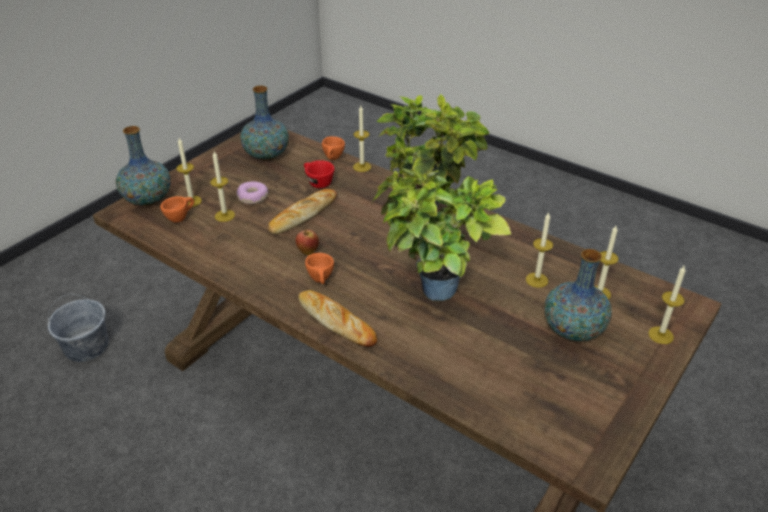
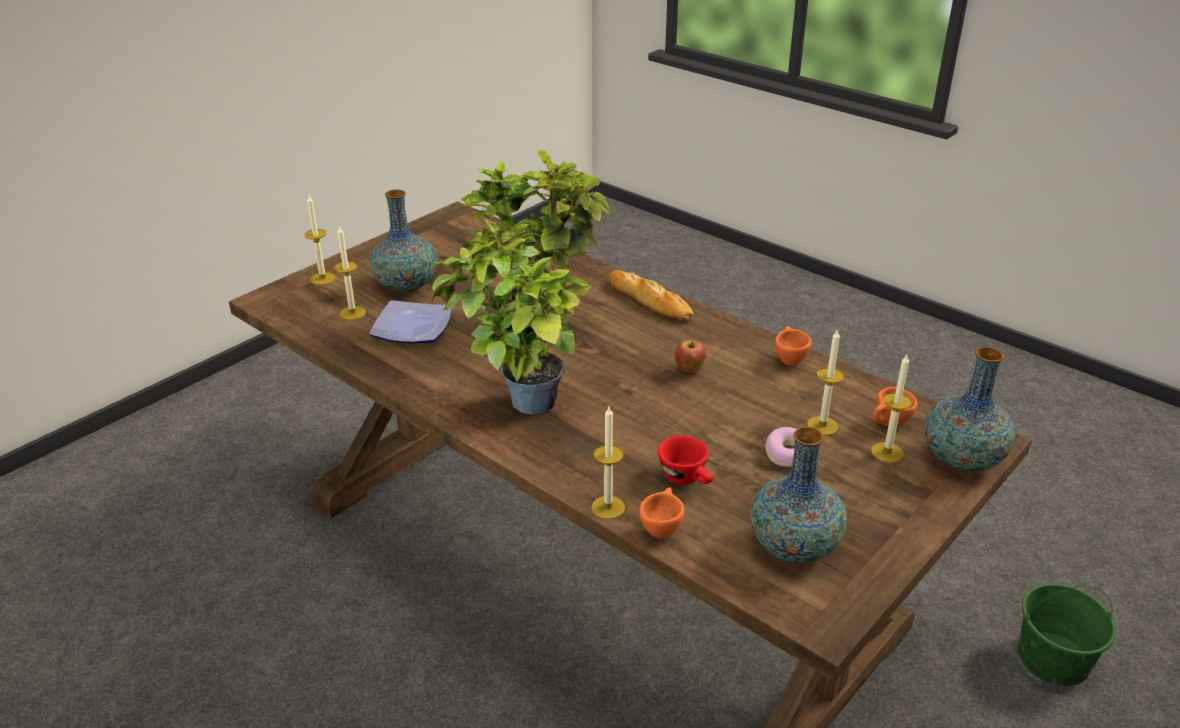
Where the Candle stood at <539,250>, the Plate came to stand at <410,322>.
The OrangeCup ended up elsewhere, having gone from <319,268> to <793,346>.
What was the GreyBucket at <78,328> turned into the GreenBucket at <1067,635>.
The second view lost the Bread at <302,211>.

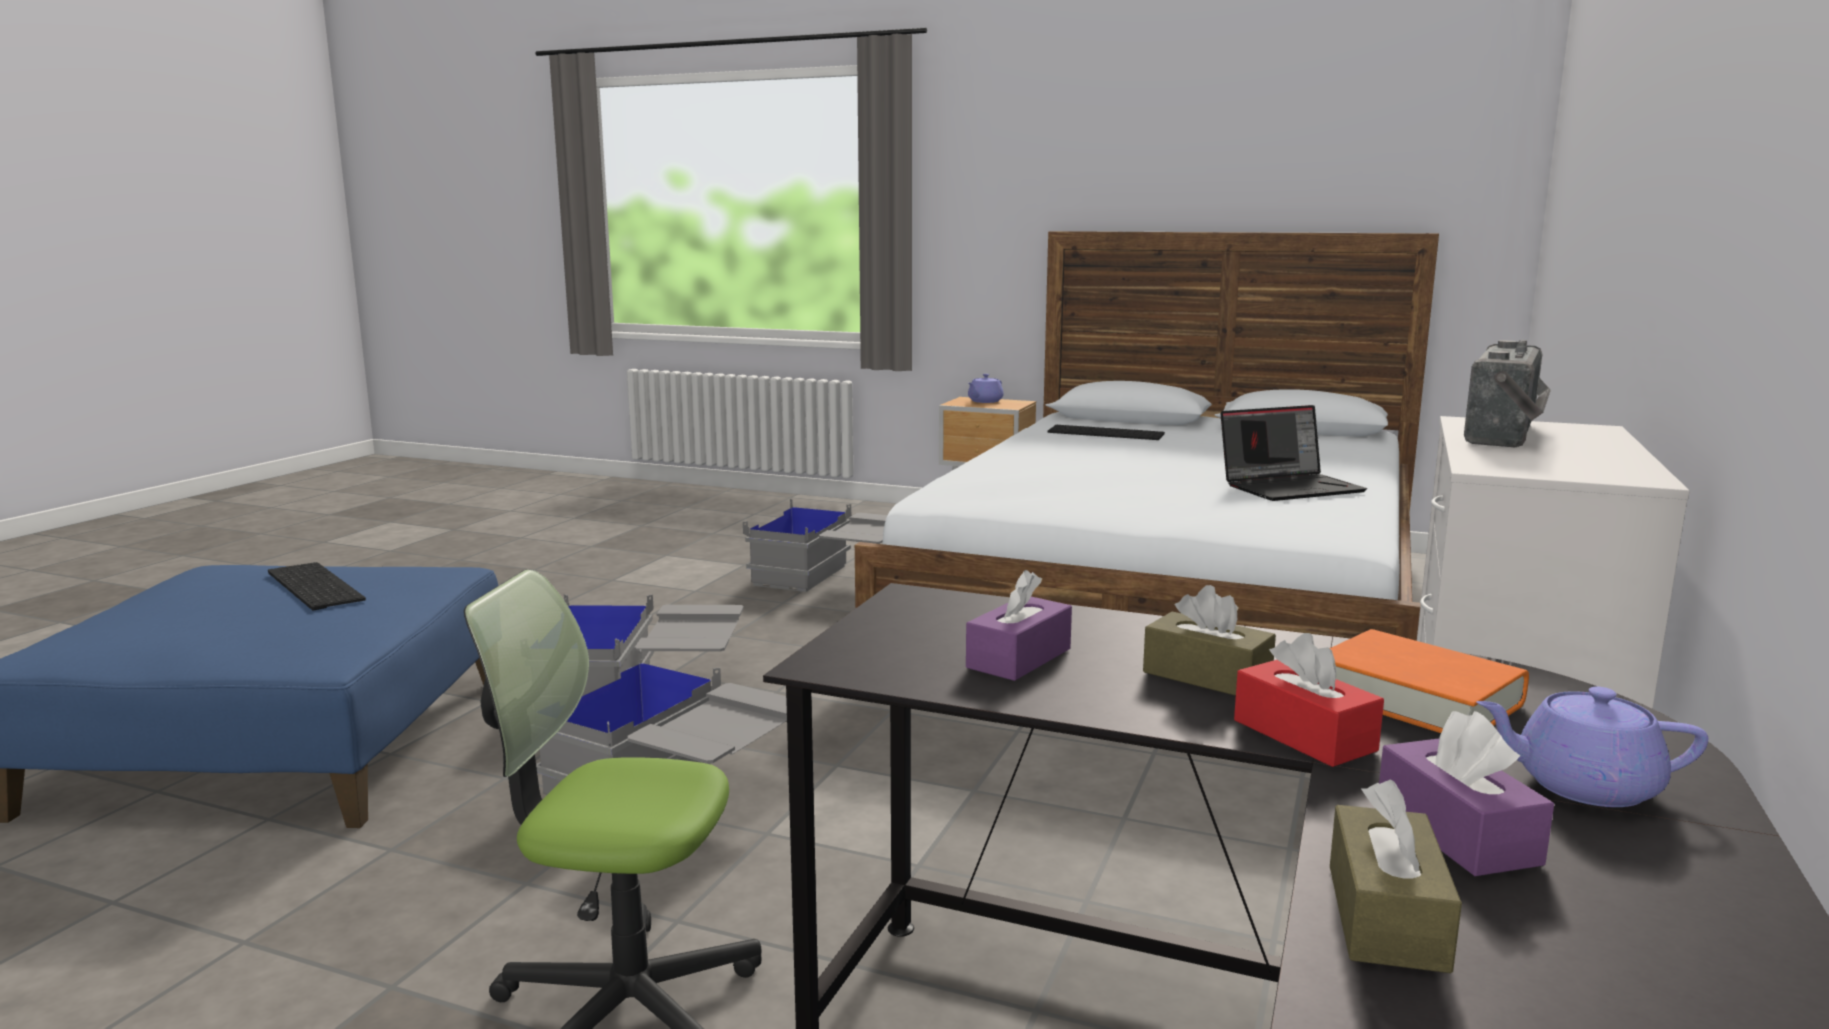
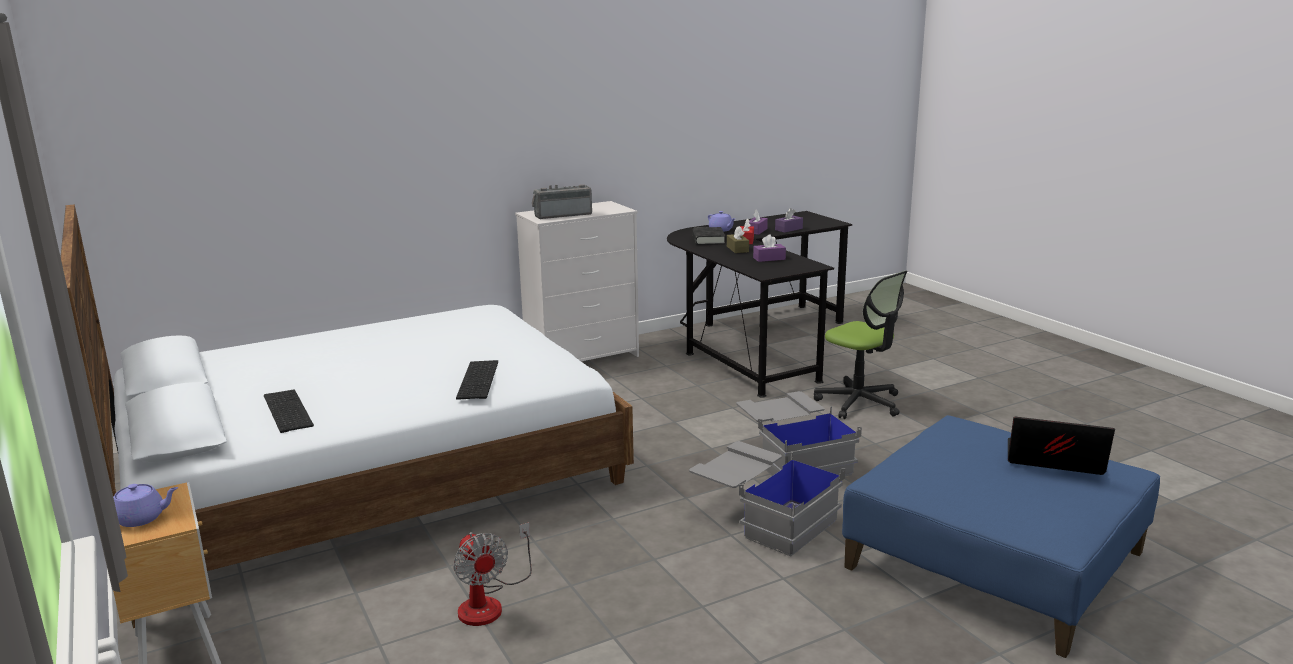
Where the GreyStorageBox stood at <815,545>, the Fan came to stand at <492,574>.
The Keyboard ended up elsewhere, having gone from <317,586> to <477,380>.
What was the OrangeBook at <1429,681> turned into the BlackBook at <708,236>.
What was the BrownTissueBox at <1396,876> turned into the PurpleTissueBox at <789,220>.
The Laptop ended up elsewhere, having gone from <1294,453> to <1061,446>.

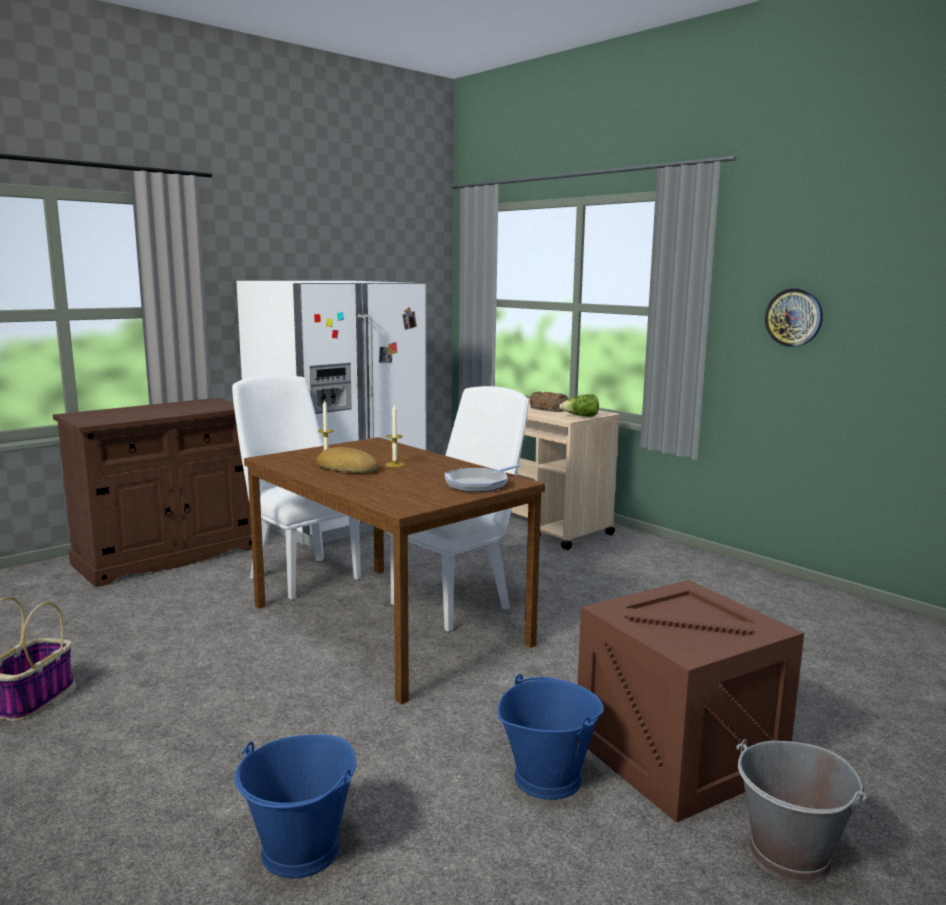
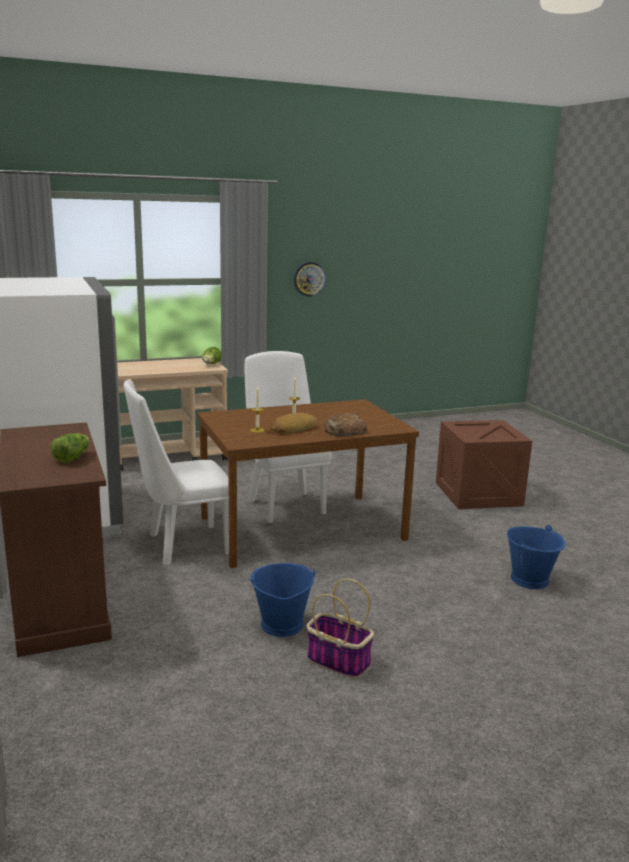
The second view gained the Lettuce at <69,448>.
The BlueBucket ended up elsewhere, having gone from <551,737> to <282,600>.
The Bread ended up elsewhere, having gone from <549,401> to <345,425>.
The second view lost the FryingPan at <483,478>.
The second view lost the GreyBucket at <801,812>.

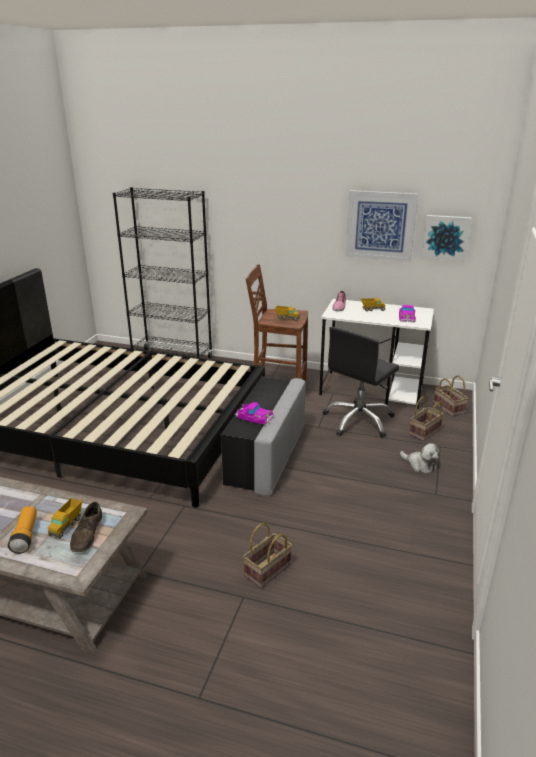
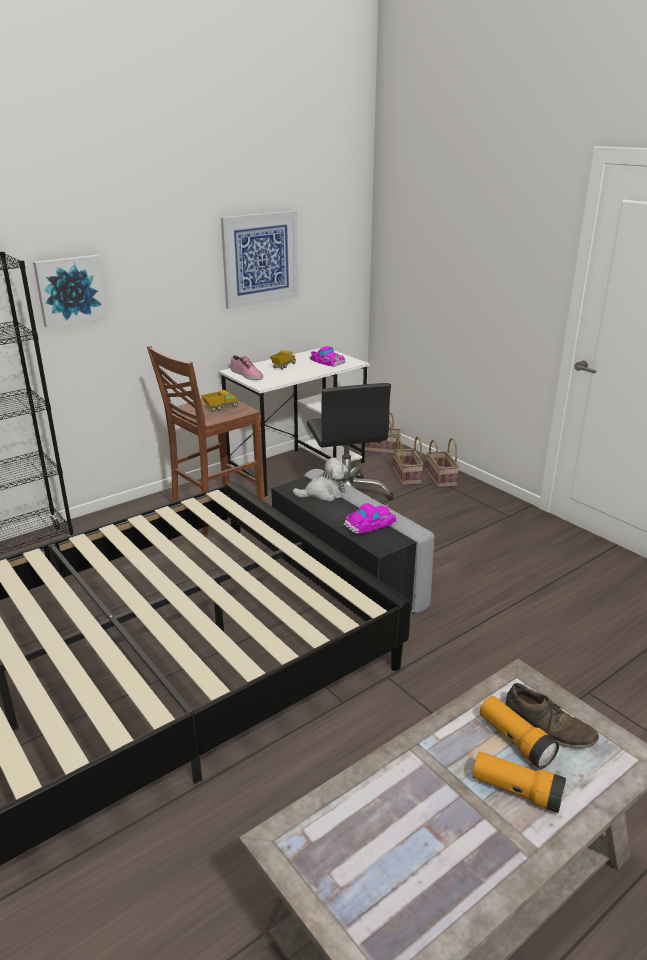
The Picture ended up elsewhere, having gone from <447,238> to <70,291>.
The PlushToy ended up elsewhere, having gone from <420,458> to <320,479>.
The Basket ended up elsewhere, having gone from <267,555> to <442,463>.
Where the ToyTruck stood at <65,518>, the Flashlight came to stand at <519,732>.

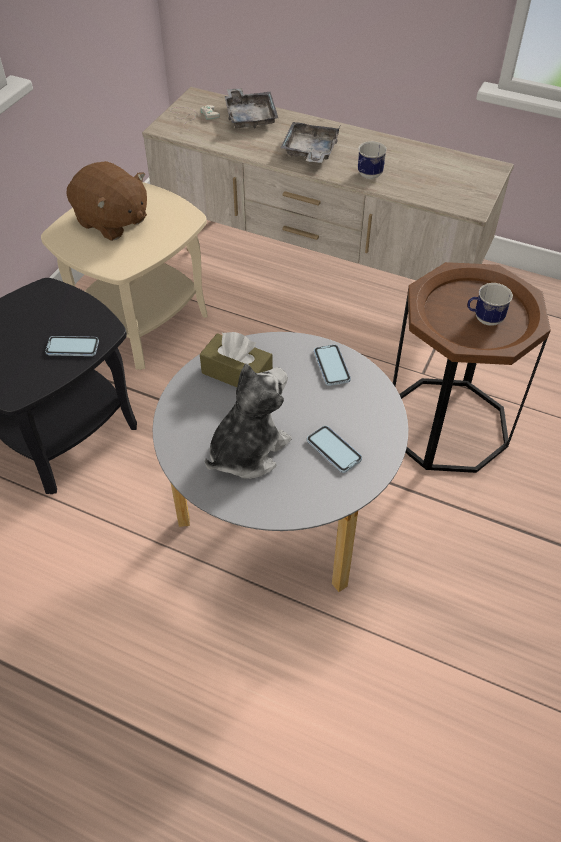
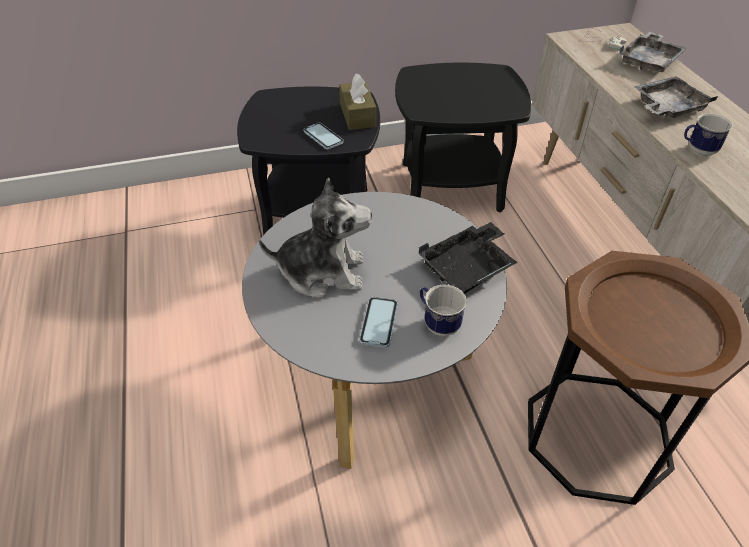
The BrownTissueBox ended up elsewhere, having gone from <236,359> to <357,102>.
What was the BeigeSideTable at <124,276> turned into the BlackSideTable at <463,138>.
Where the Phone stood at <332,365>, the BlackTray came to stand at <468,258>.
The Mug ended up elsewhere, having gone from <490,304> to <443,310>.
The second view lost the BrownPlushToy at <107,201>.

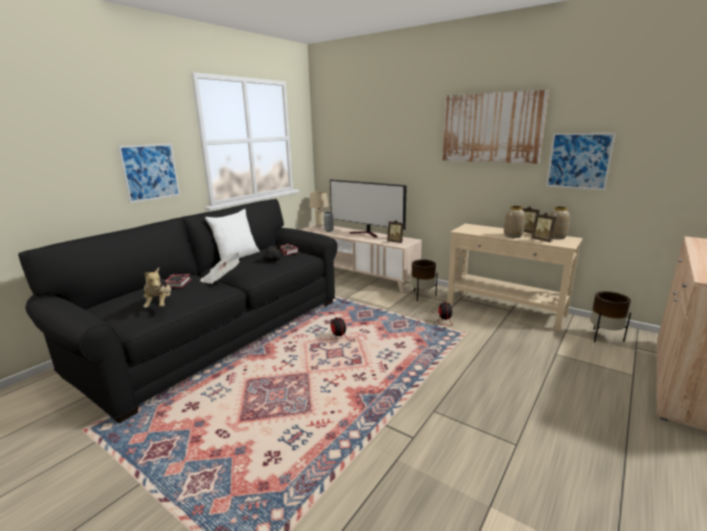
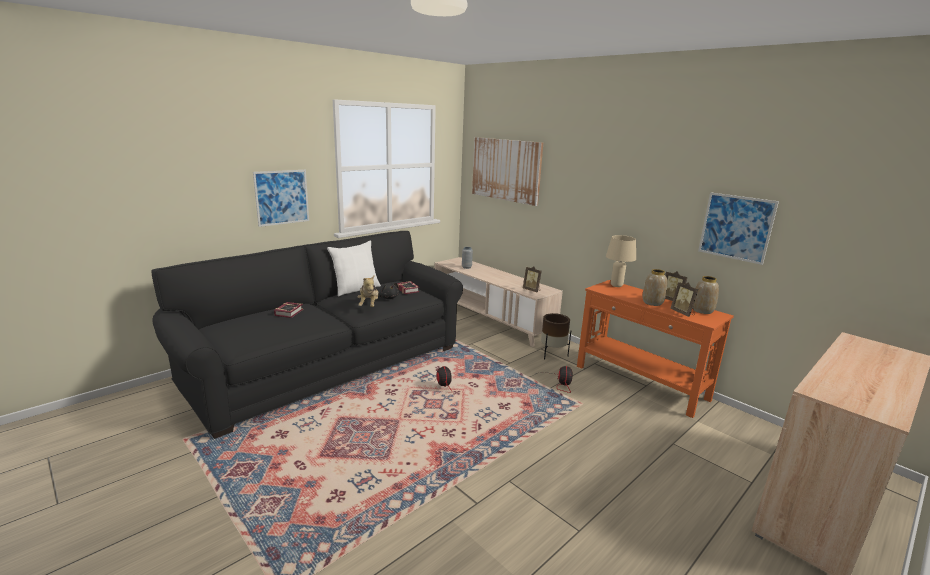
The PlushToy ended up elsewhere, having gone from <157,288> to <368,291>.
The Picture ended up elsewhere, having gone from <496,127> to <507,171>.
What was the BeigeConsoleTable at <514,277> turned into the OrangeConsoleTable at <655,349>.
The BeigeTableLamp ended up elsewhere, having gone from <319,208> to <621,261>.
The second view lost the Newspaper at <220,268>.
The second view lost the Television at <368,209>.
The second view lost the BrownPlanter at <610,316>.

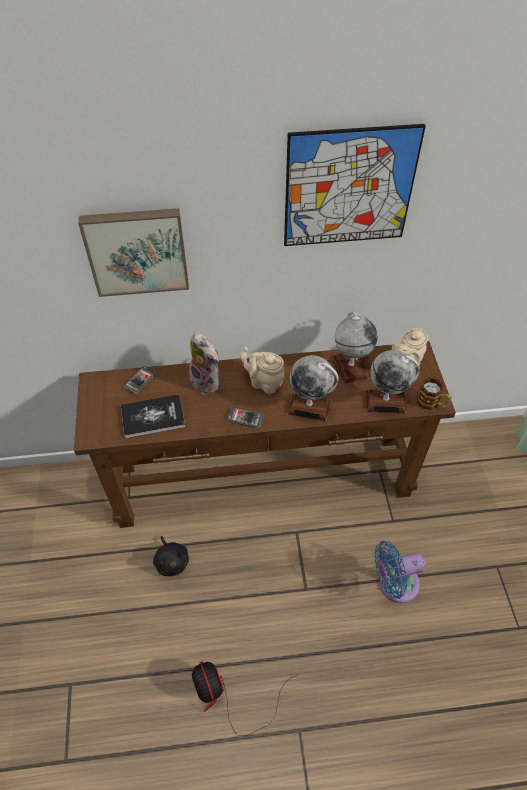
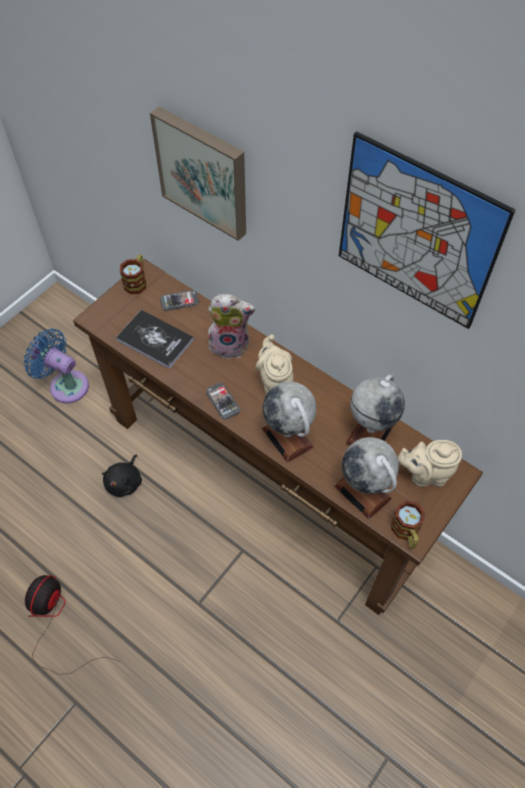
The BlueFan ended up elsewhere, having gone from <400,572> to <56,366>.
The second view gained the Mug at <133,274>.
The PlushToy at <204,363> ended up facing another way, 90 degrees counterclockwise from before.

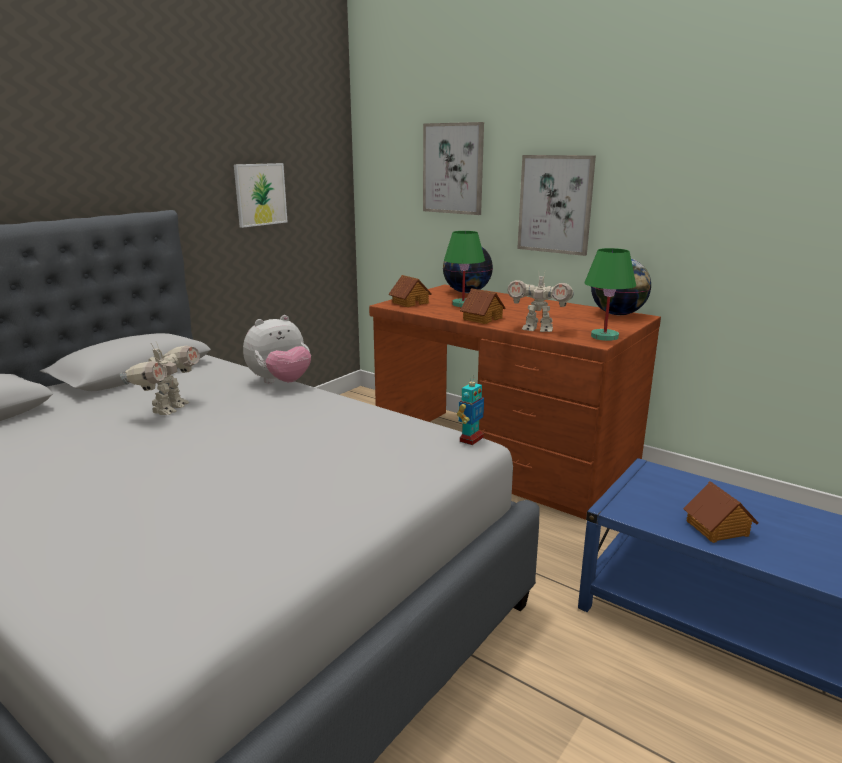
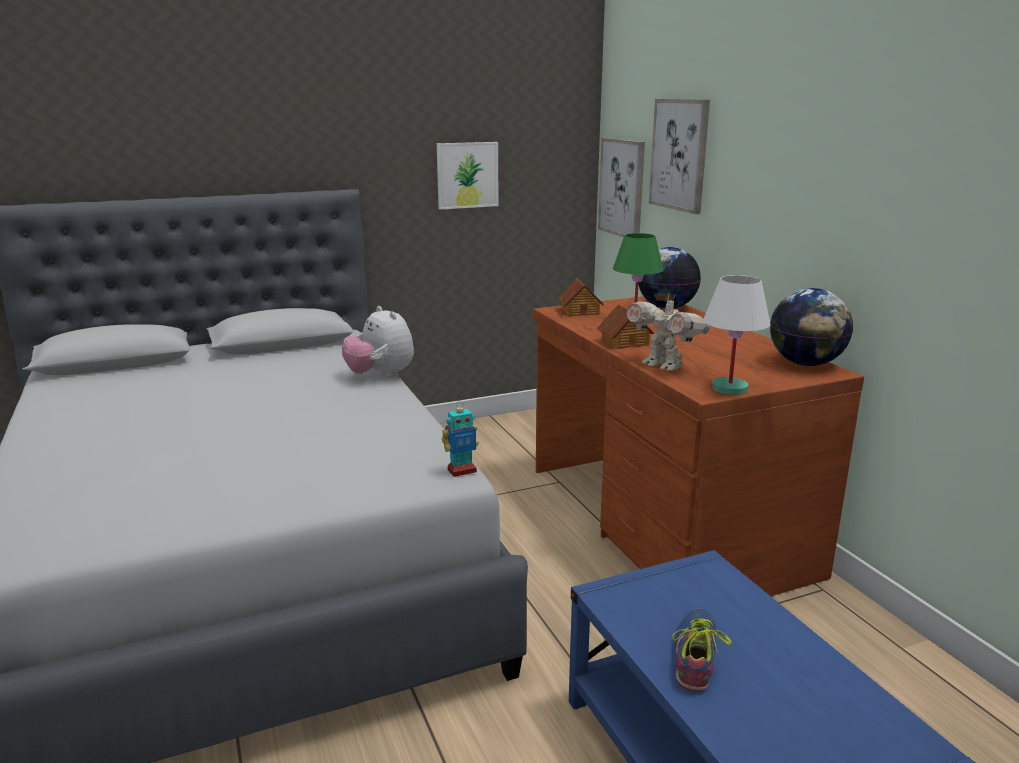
The PlushToy at <277,349> ended up facing another way, 60 degrees clockwise from before.
The Picture ended up elsewhere, having gone from <556,205> to <621,187>.
Where the ToyHouse stood at <720,512>, the Shoe came to stand at <702,650>.
What was the GreenTableLamp at <610,294> turned into the WhiteTableLamp at <737,335>.
The second view lost the ToyRobot at <160,378>.

